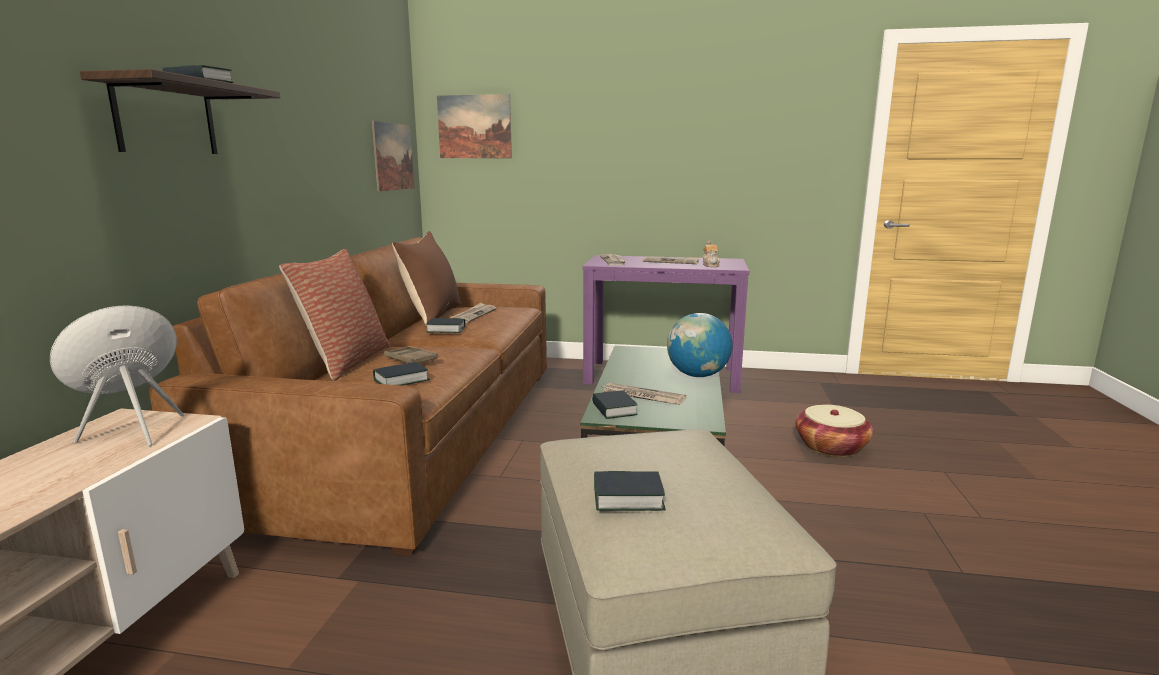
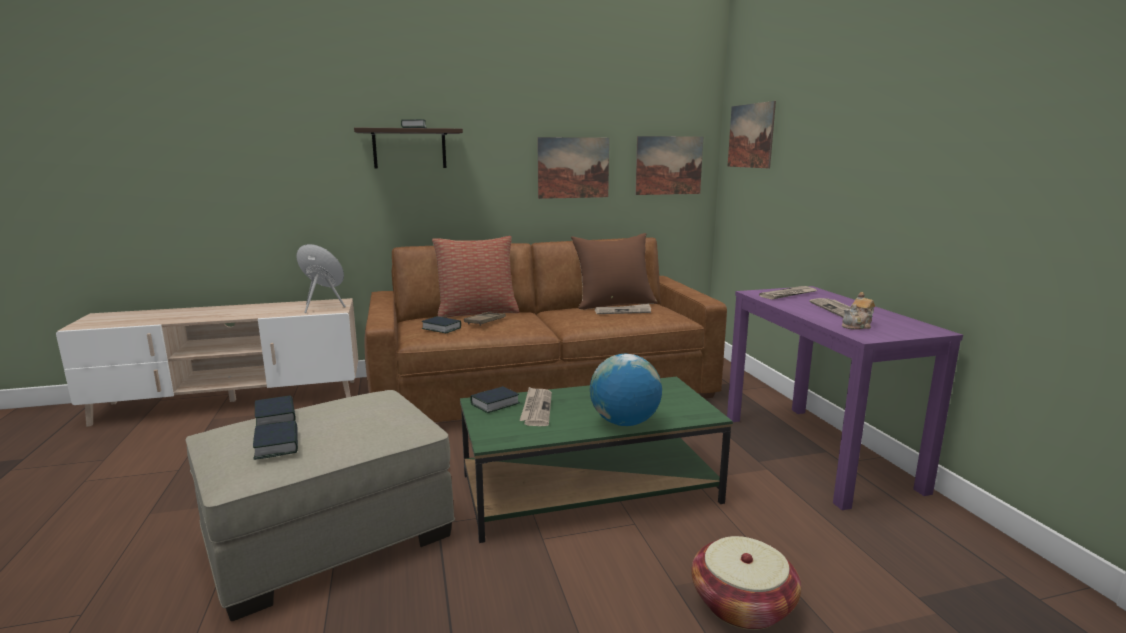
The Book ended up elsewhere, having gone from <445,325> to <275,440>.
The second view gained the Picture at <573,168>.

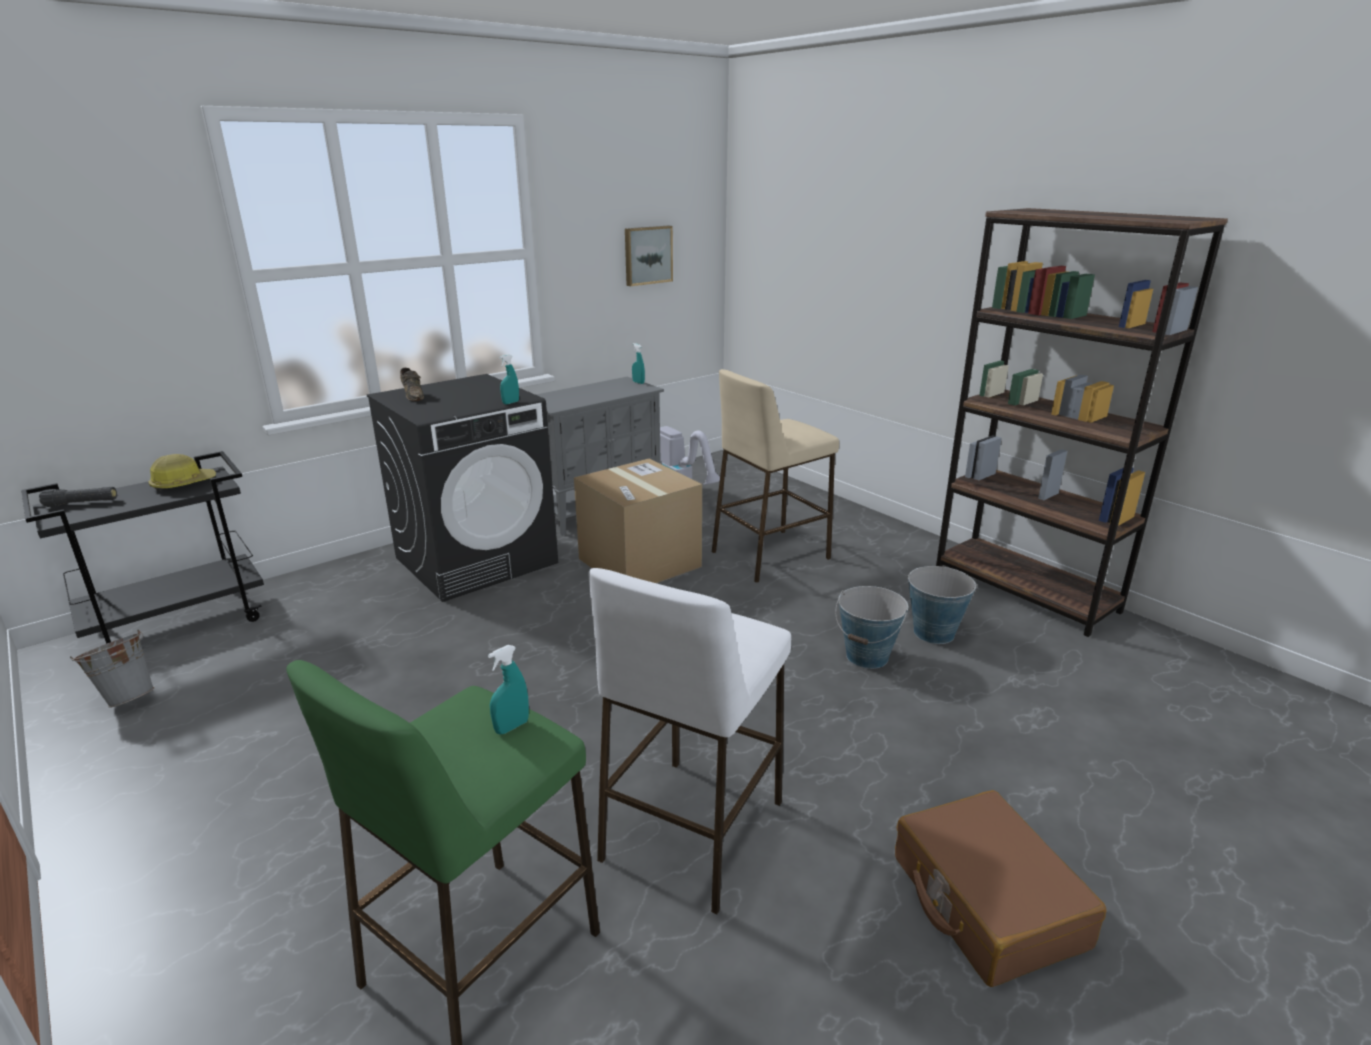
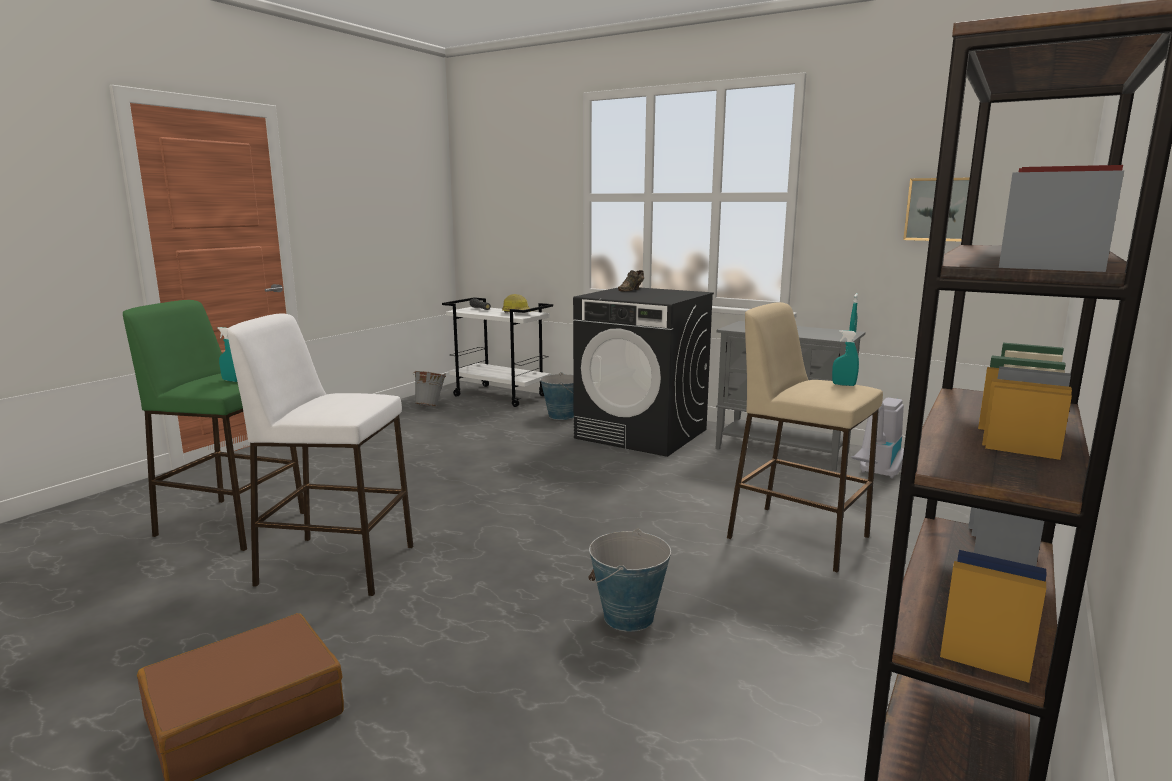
What was the BlackCart at <142,547> turned into the WhiteCart at <497,352>.
The Bucket ended up elsewhere, having gone from <942,605> to <557,396>.
The TurquoiseSprayBottle ended up elsewhere, having gone from <509,379> to <845,358>.
The second view lost the CardboardBox at <638,520>.

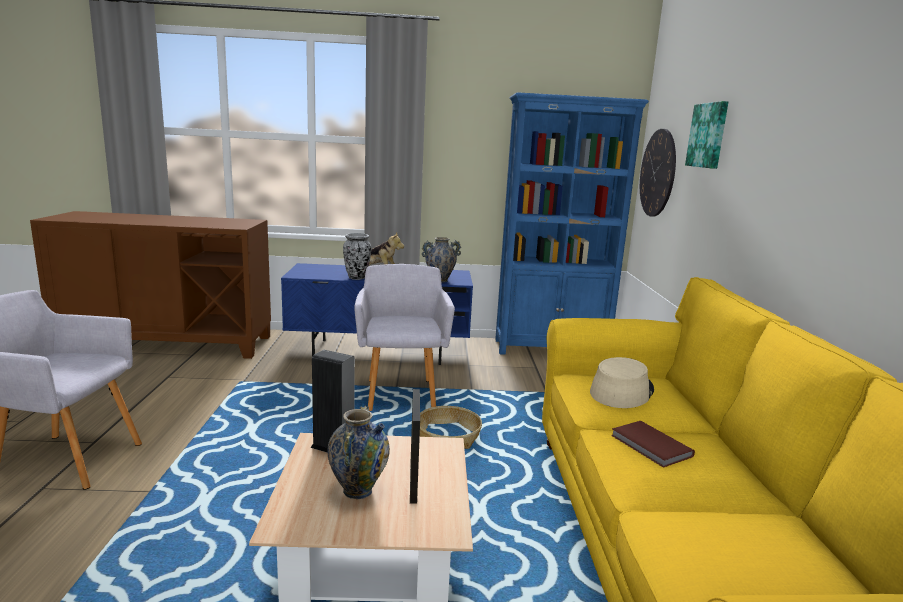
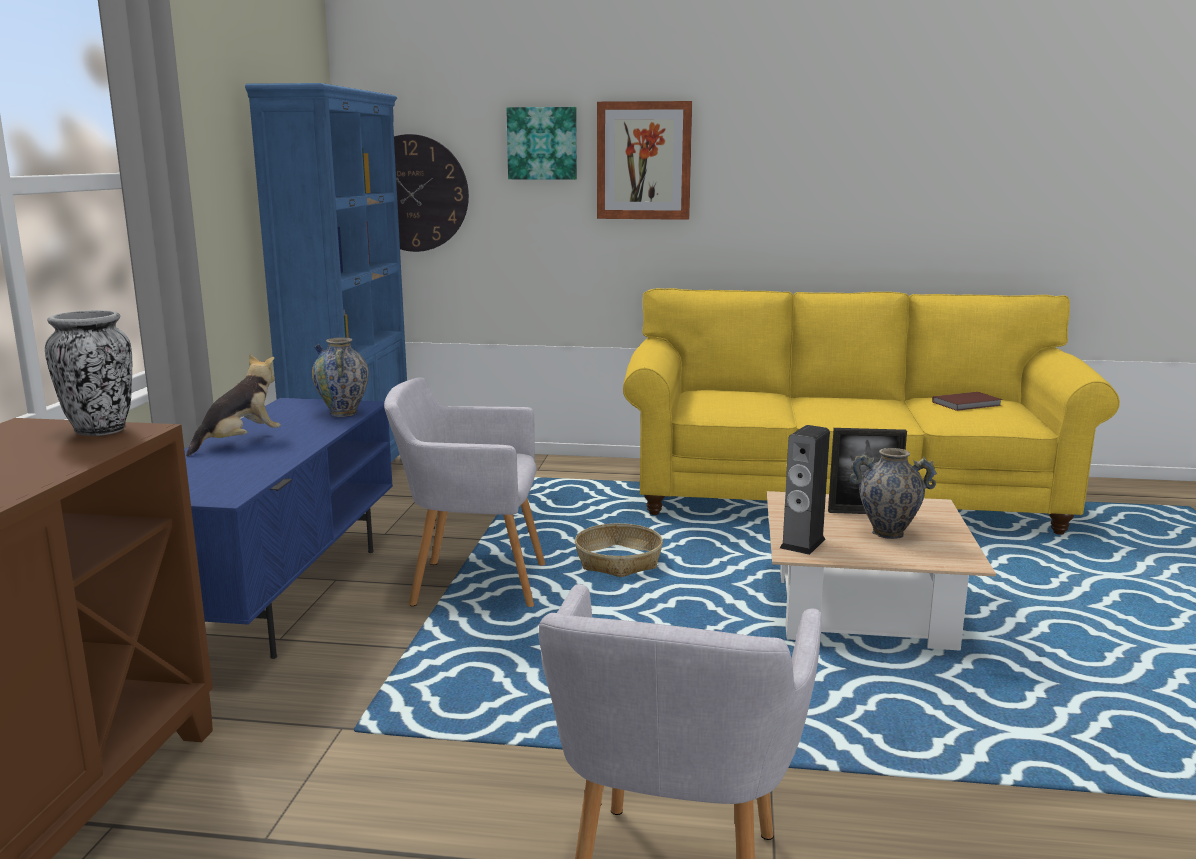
The Vase ended up elsewhere, having gone from <357,256> to <88,373>.
The second view gained the Picture at <644,160>.
The BrownBook ended up elsewhere, having gone from <653,444> to <967,401>.
The second view lost the BeigeHat at <622,382>.

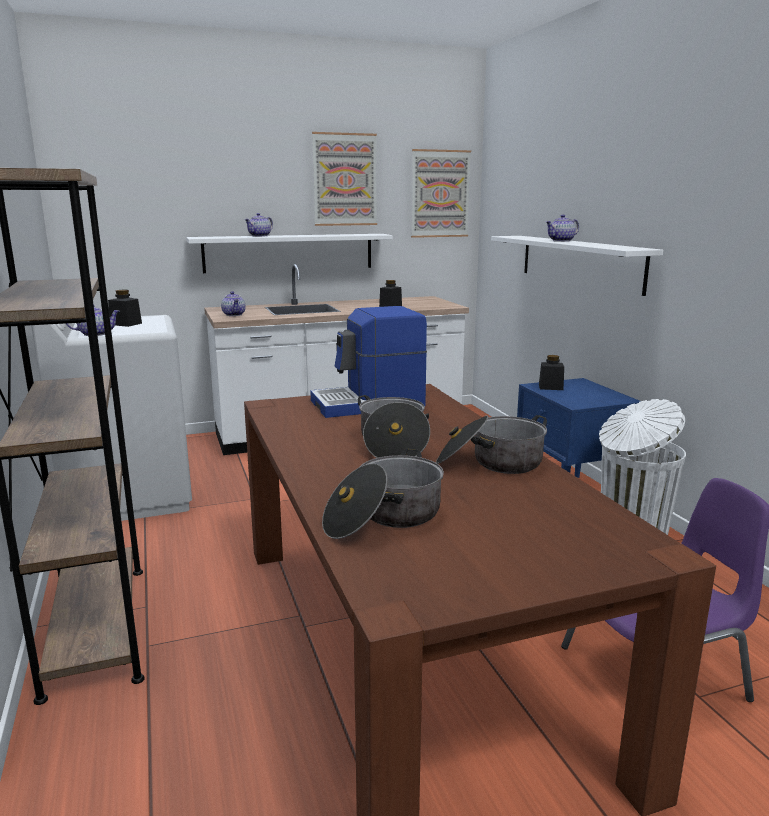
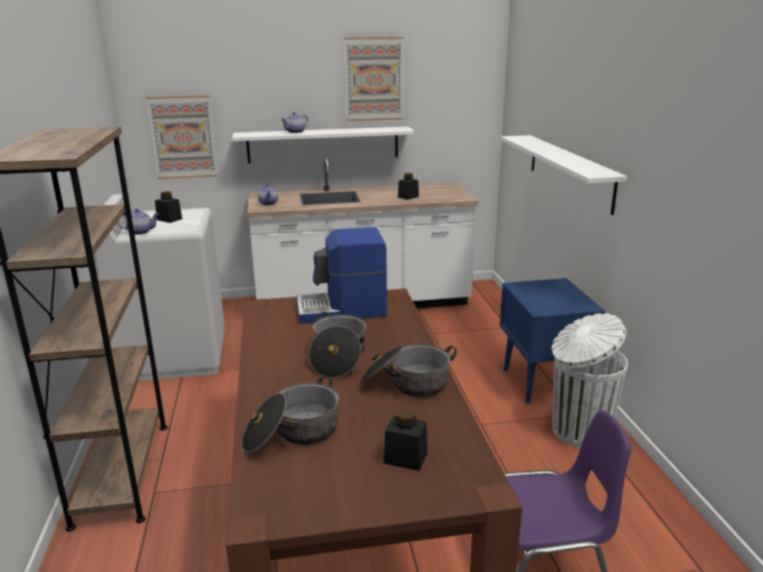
The Picture ended up elsewhere, having gone from <441,193> to <182,137>.
The BlackJar ended up elsewhere, having gone from <551,372> to <405,440>.
The second view lost the Teapot at <562,228>.

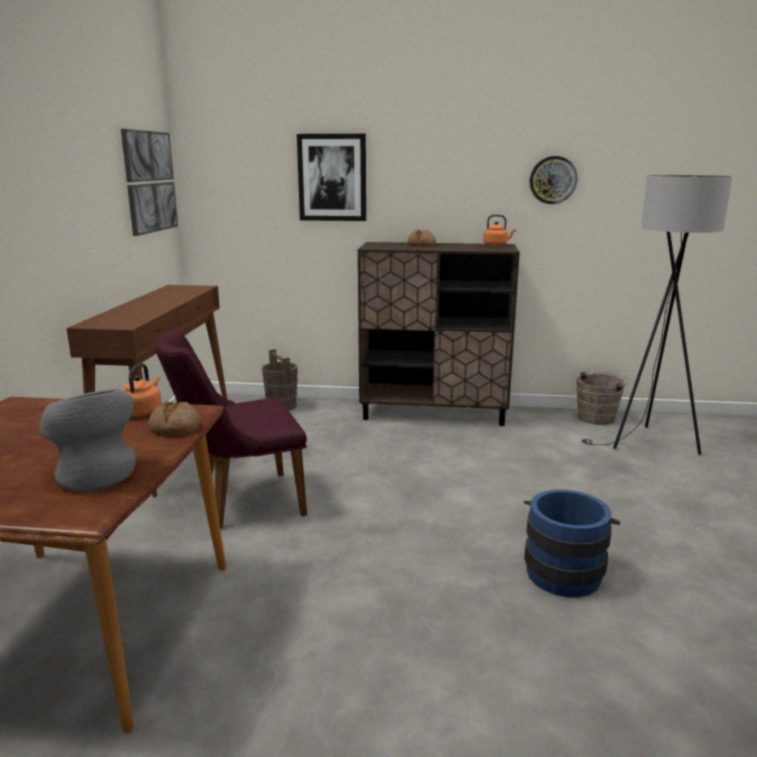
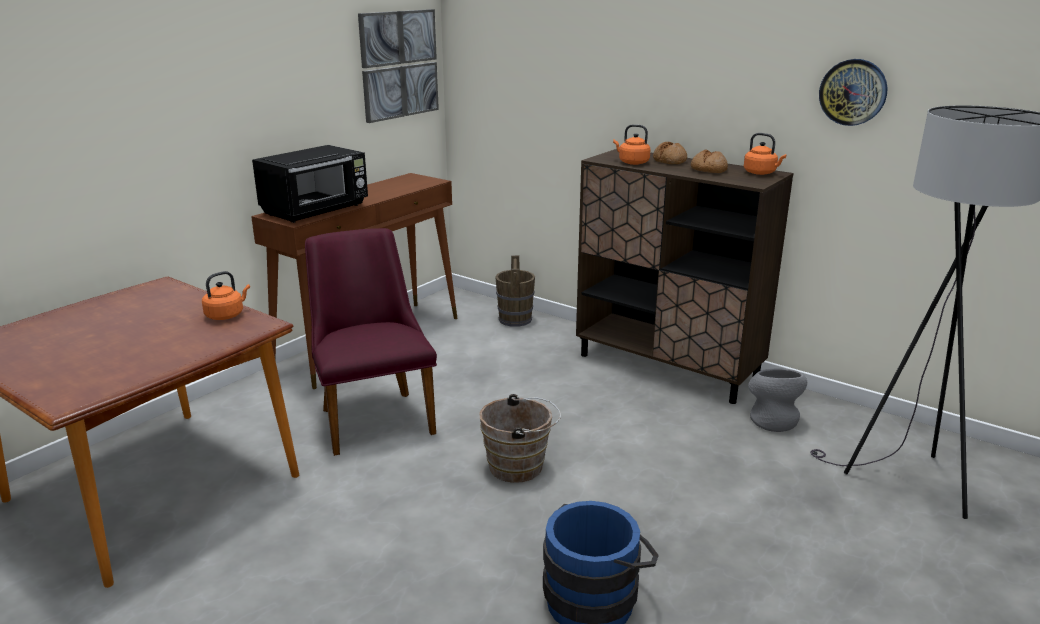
The second view gained the BlackMicrowave at <310,184>.
The PurpleChair at <230,429> ended up facing another way, 60 degrees clockwise from before.
The BrownBucket ended up elsewhere, having gone from <603,398> to <520,438>.
The second view gained the OrangeKettle at <632,144>.
The Bread ended up elsewhere, having gone from <174,417> to <709,161>.
The GreyVase ended up elsewhere, having gone from <88,440> to <777,400>.
The second view lost the Picture at <331,177>.

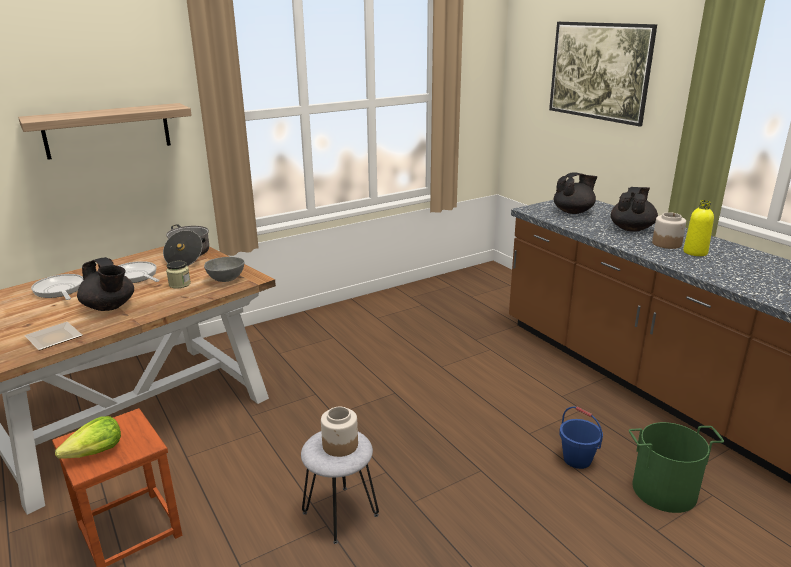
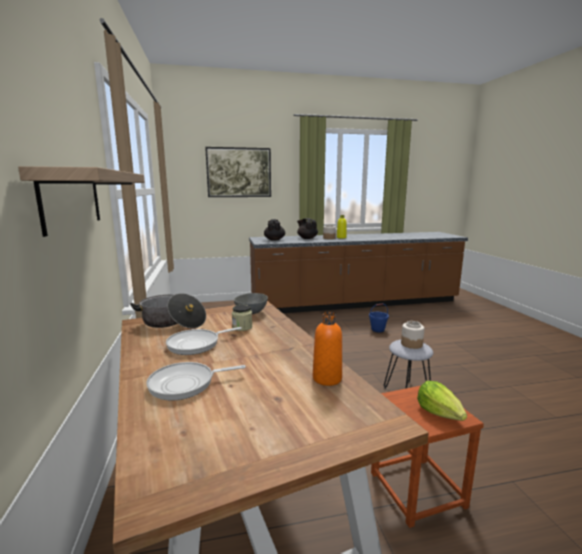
Where the Plate stood at <53,336>, the OrangeBottle came to stand at <327,349>.
The second view lost the BlackTeapot at <105,284>.
The second view lost the GreenBucket at <676,467>.

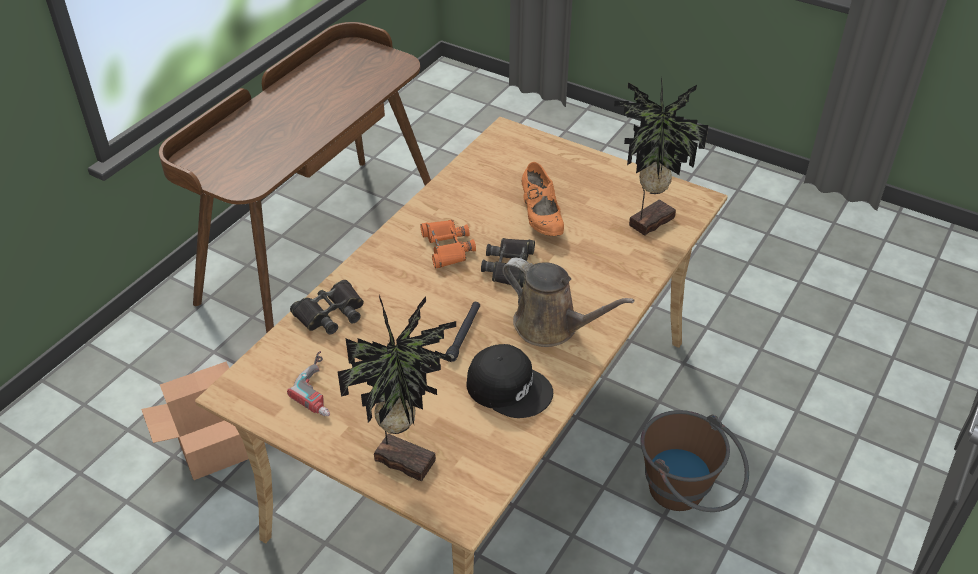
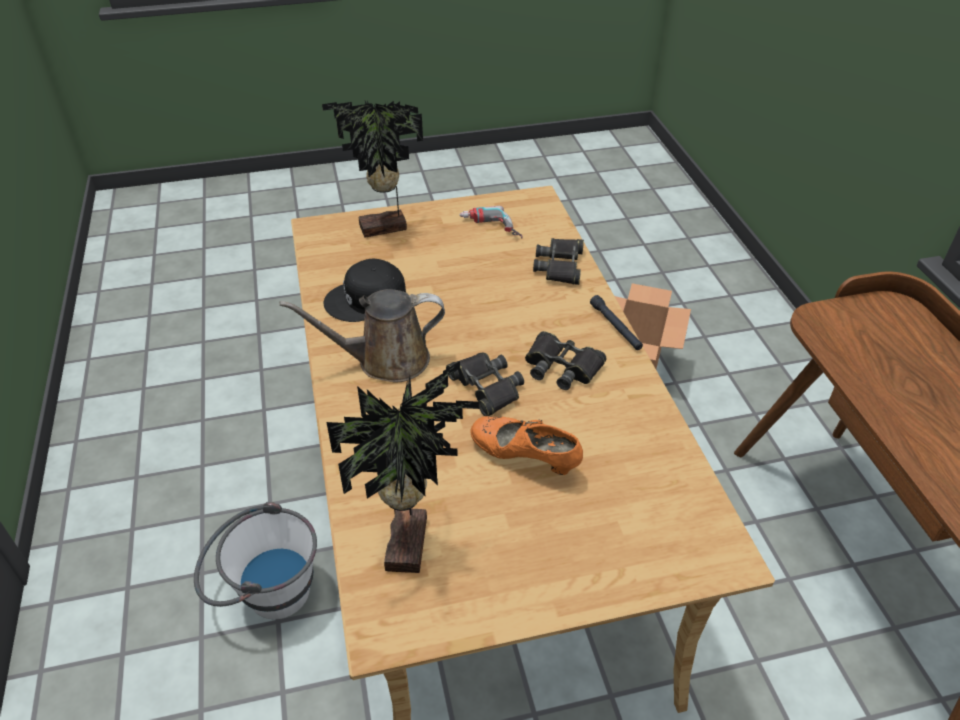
What was the BrownBucket at <694,461> turned into the WhiteBucket at <255,560>.
What was the OrangeBinoculars at <448,244> turned into the BlackBinoculars at <565,360>.
The BlackFlashlight ended up elsewhere, having gone from <462,332> to <616,322>.

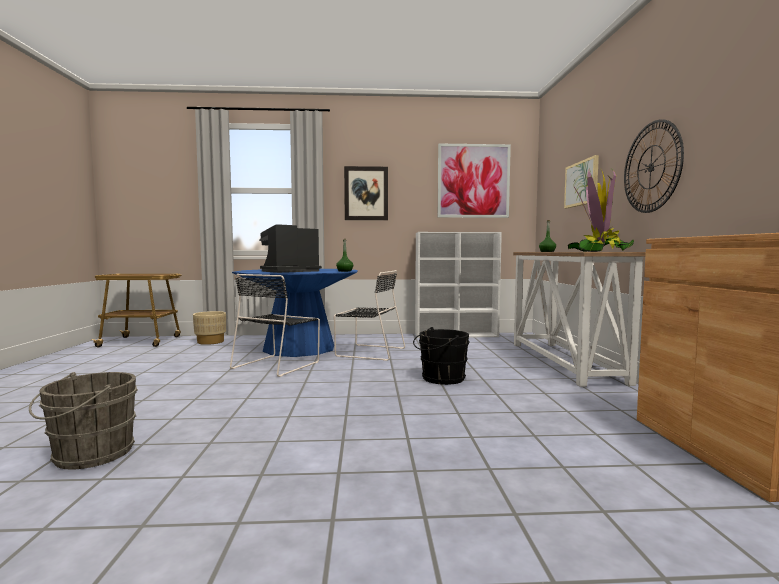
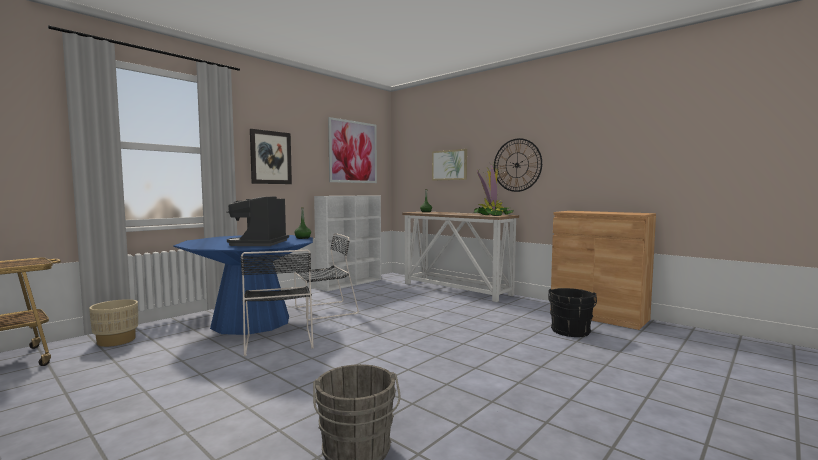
The BlackBucket ended up elsewhere, having gone from <441,356> to <572,312>.

